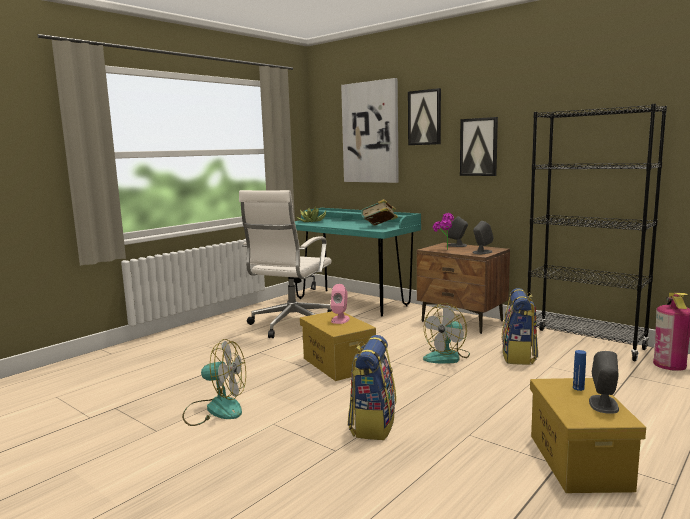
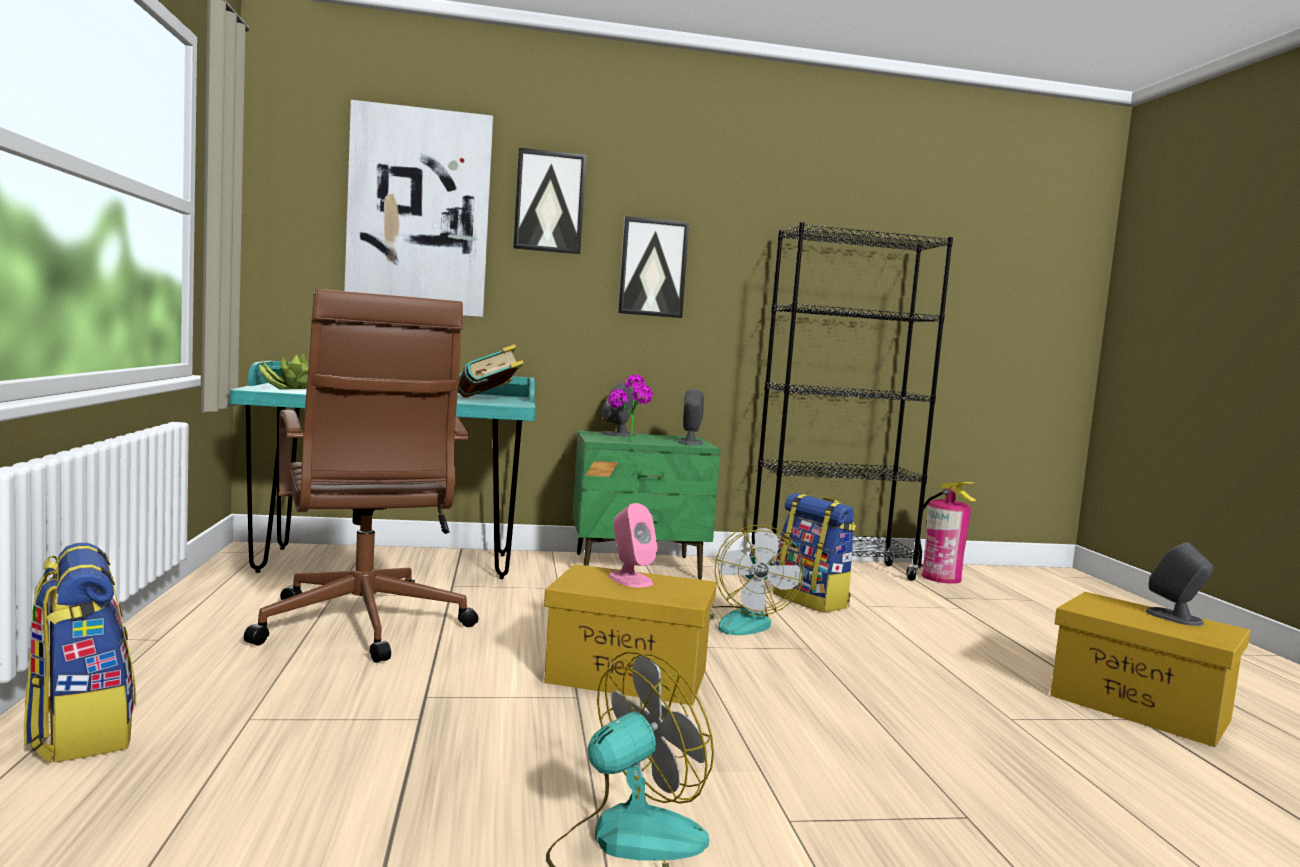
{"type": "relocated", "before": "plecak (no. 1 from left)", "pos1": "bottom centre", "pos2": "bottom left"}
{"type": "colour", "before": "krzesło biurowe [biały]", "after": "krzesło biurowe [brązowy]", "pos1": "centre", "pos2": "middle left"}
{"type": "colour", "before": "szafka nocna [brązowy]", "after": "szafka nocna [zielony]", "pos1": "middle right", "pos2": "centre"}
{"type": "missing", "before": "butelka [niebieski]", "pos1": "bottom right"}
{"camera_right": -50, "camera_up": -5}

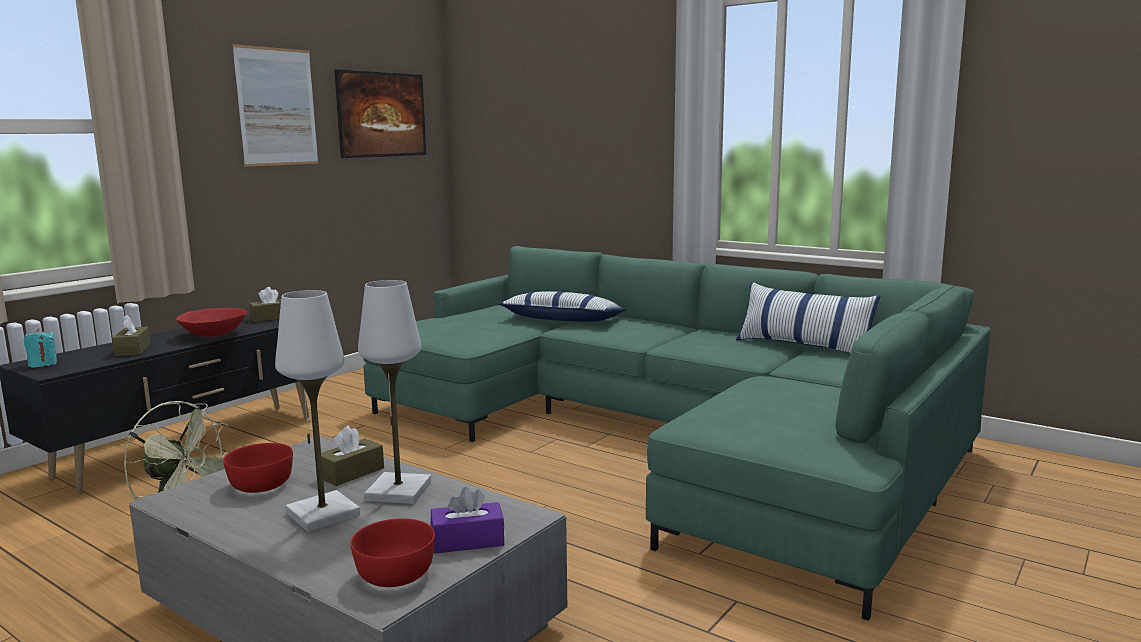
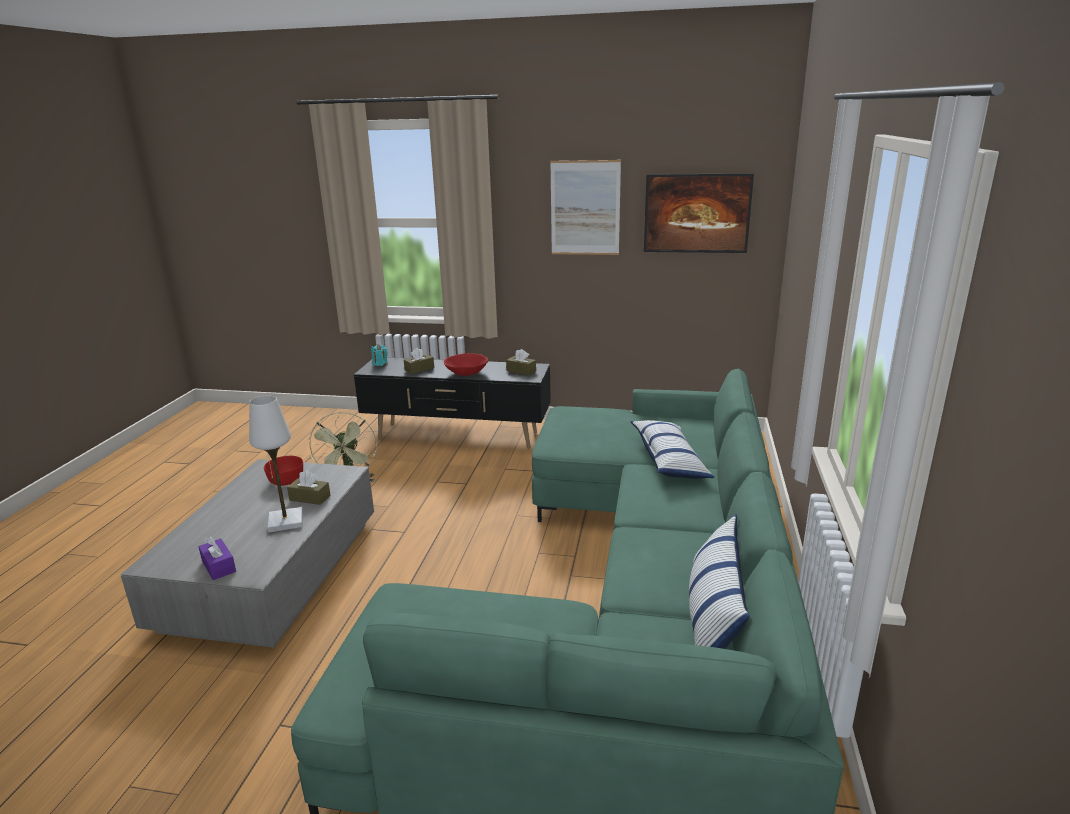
{"type": "missing", "before": "lampa stołowa [biały] (no. 1 from left)", "pos1": "middle left"}
{"type": "missing", "before": "miska [czerwony] (no. 3 from left)", "pos1": "bottom centre"}
{"camera_right": 65, "camera_up": 10}

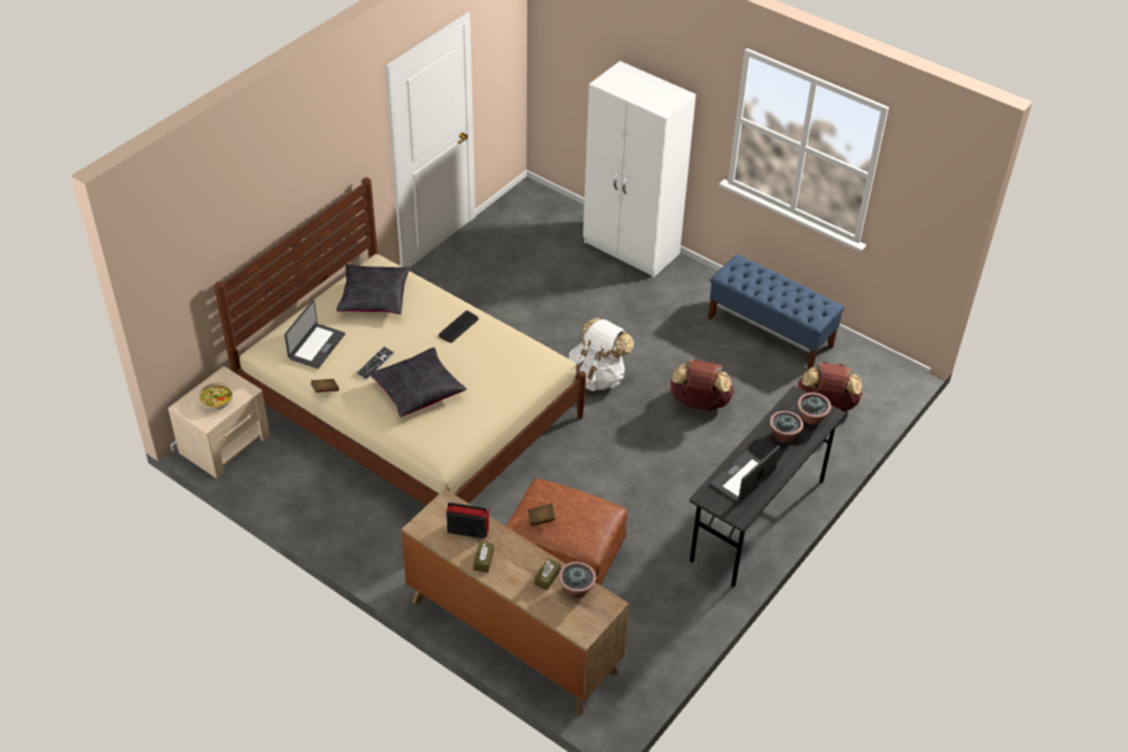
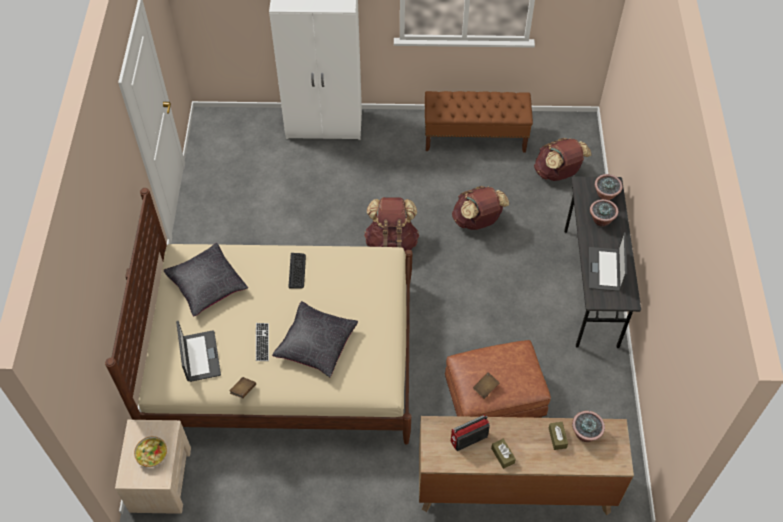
{"type": "colour", "before": "plecak [biały]", "after": "plecak [brązowy] (no. 1 from left)", "pos1": "centre", "pos2": "centre"}
{"type": "colour", "before": "ławka [niebieski]", "after": "ławka [brązowy]", "pos1": "middle right", "pos2": "top centre"}
{"camera_right": -35, "camera_up": 10}

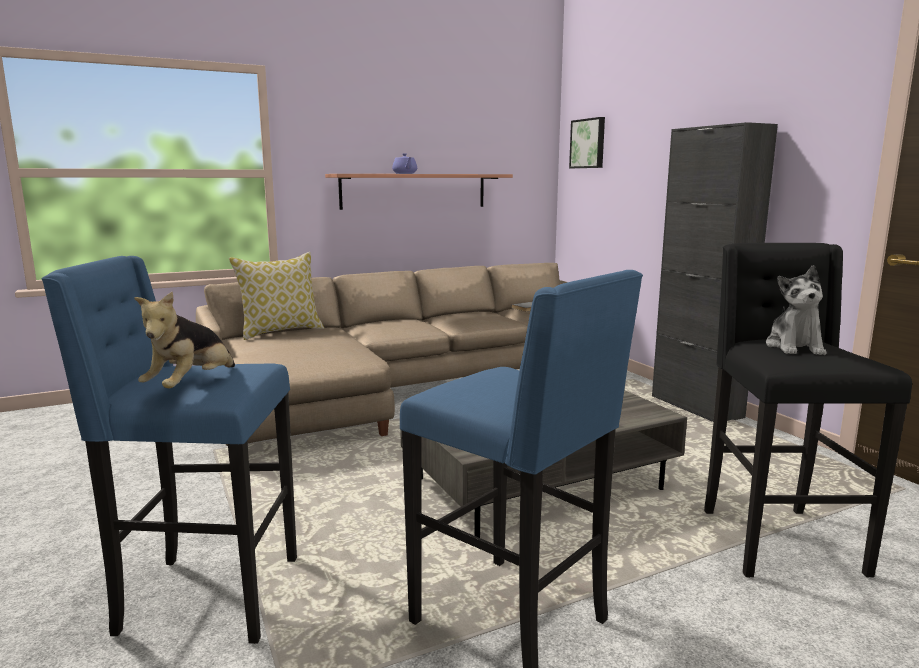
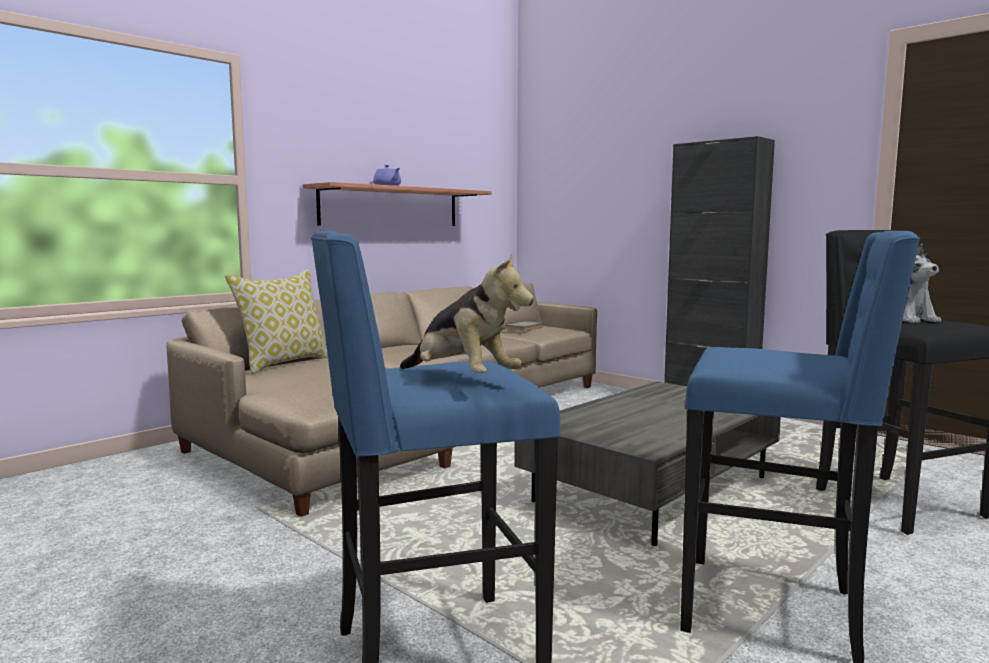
{"type": "spun", "before": "pluszak (no. 1 from left)", "pos1": "middle left", "pos2": "centre", "turn": -45}
{"type": "missing", "before": "obraz", "pos1": "top centre"}
{"camera_right": -20, "camera_up": -5}

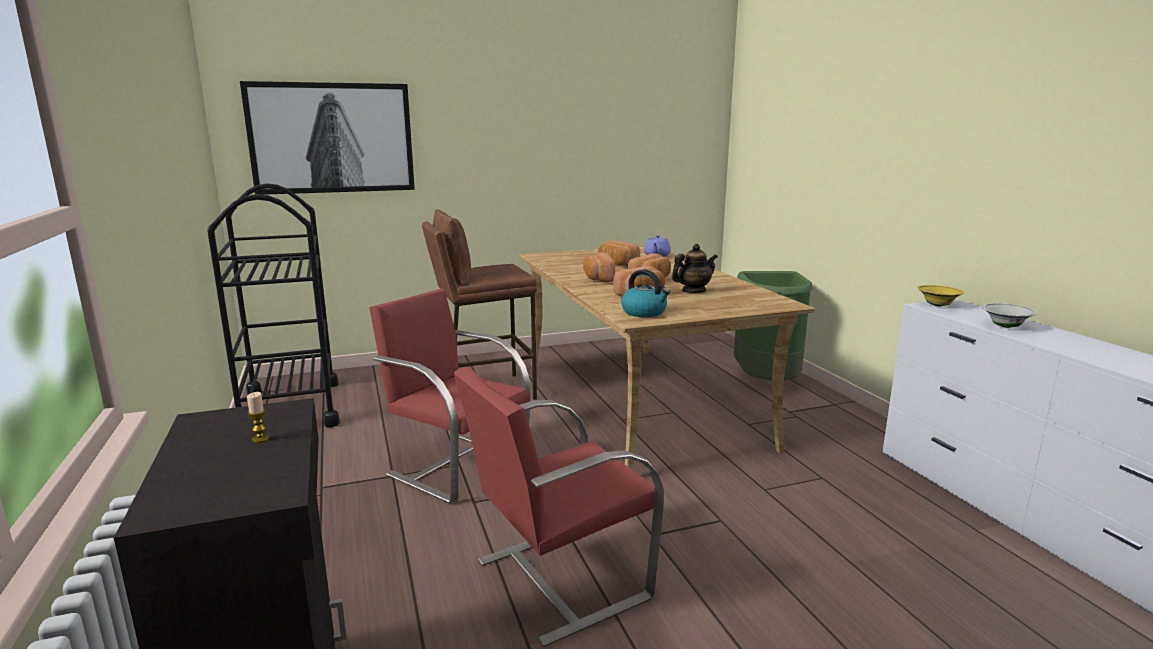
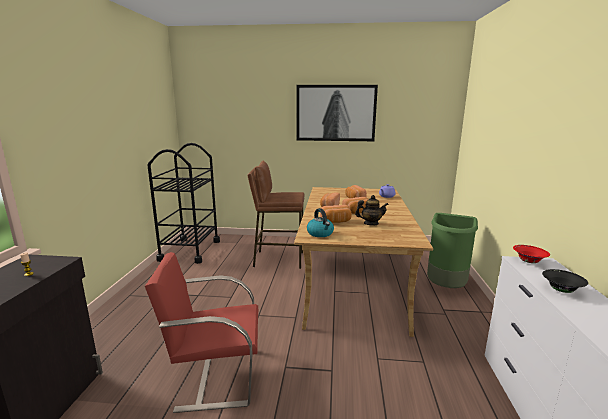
{"type": "relocated", "before": "obraz", "pos1": "top left", "pos2": "top centre"}
{"type": "colour", "before": "miska [żółty]", "after": "miska [czerwony]", "pos1": "middle right", "pos2": "middle right"}
{"type": "colour", "before": "miska [biały]", "after": "miska [czarny]", "pos1": "middle right", "pos2": "bottom right"}
{"type": "missing", "before": "krzesło [czerwony] (no. 1 from left)", "pos1": "centre"}
{"camera_right": 25, "camera_up": 0}

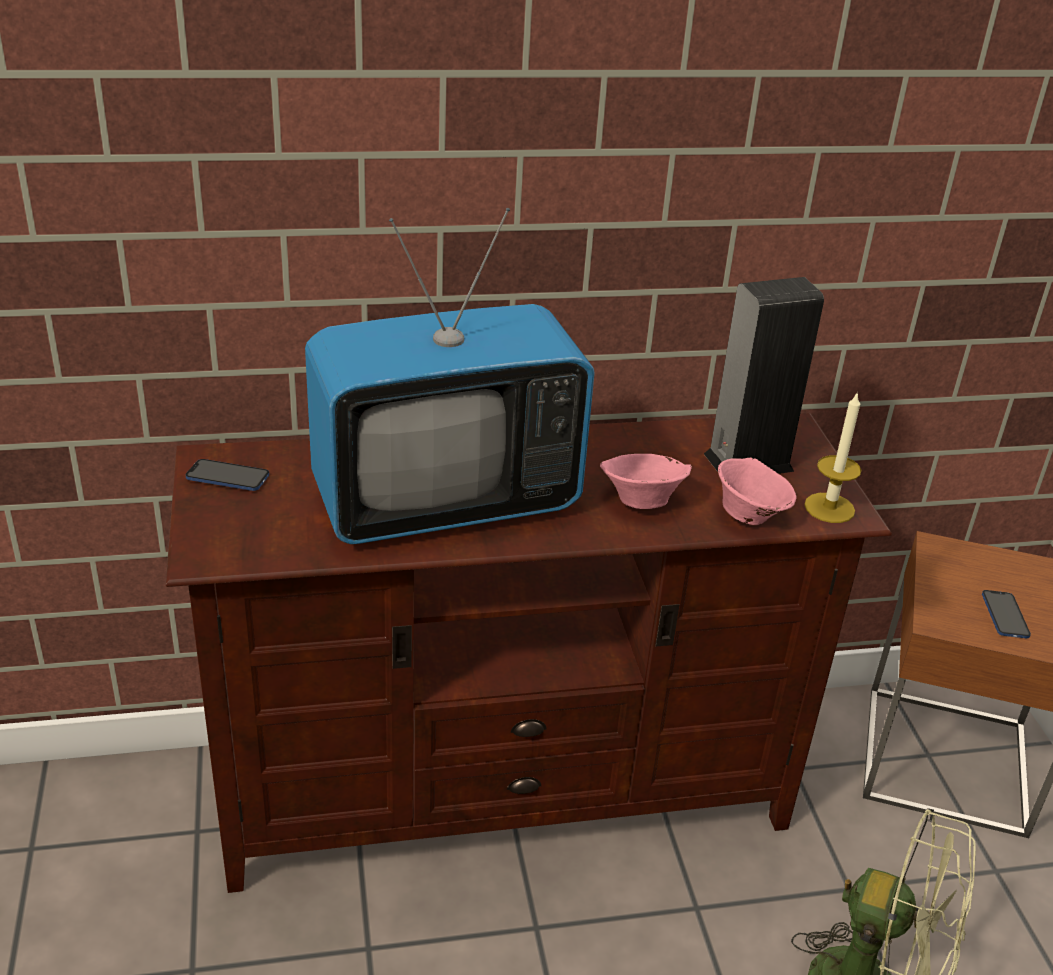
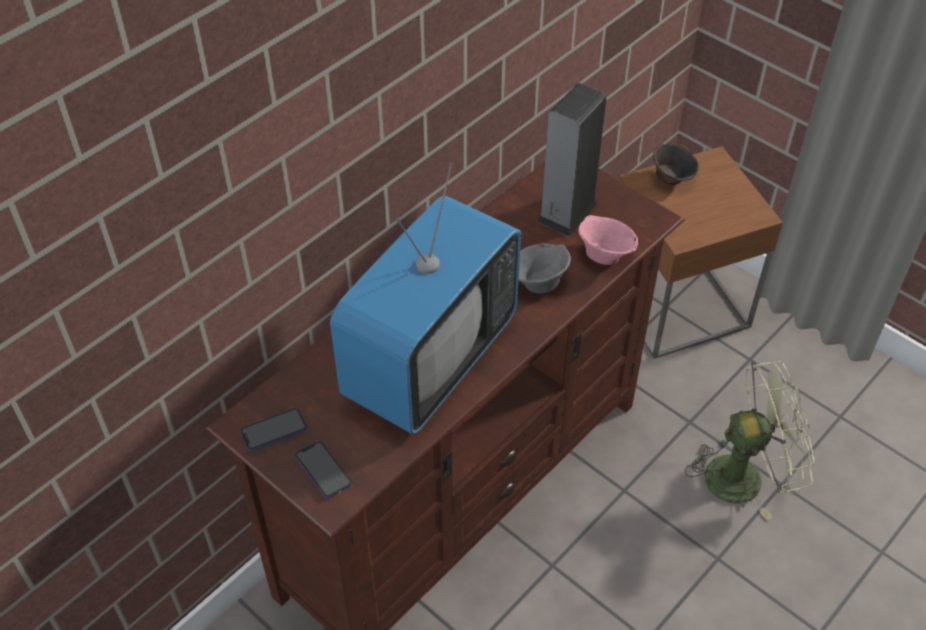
{"type": "relocated", "before": "telefon (no. 2 from left)", "pos1": "middle right", "pos2": "bottom centre"}
{"type": "colour", "before": "miska [różowy] (no. 1 from left)", "after": "miska [szary]", "pos1": "centre", "pos2": "centre"}
{"type": "appeared", "after": "miska [brązowy]", "pos2": "top right"}
{"type": "missing", "before": "świeca", "pos1": "middle right"}
{"camera_right": -35, "camera_up": 15}

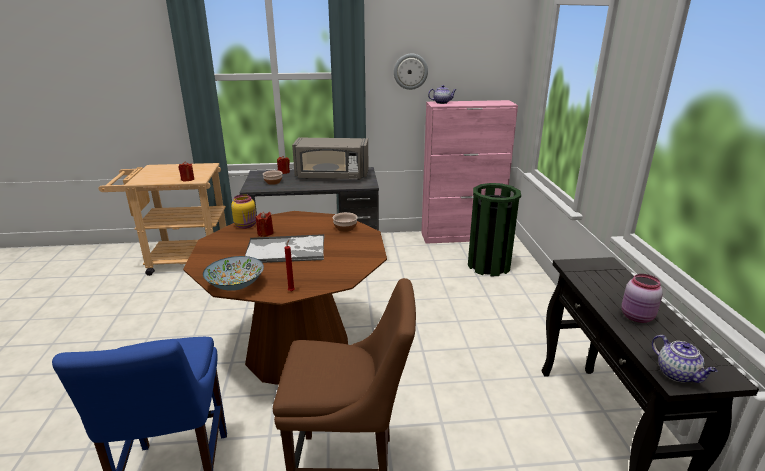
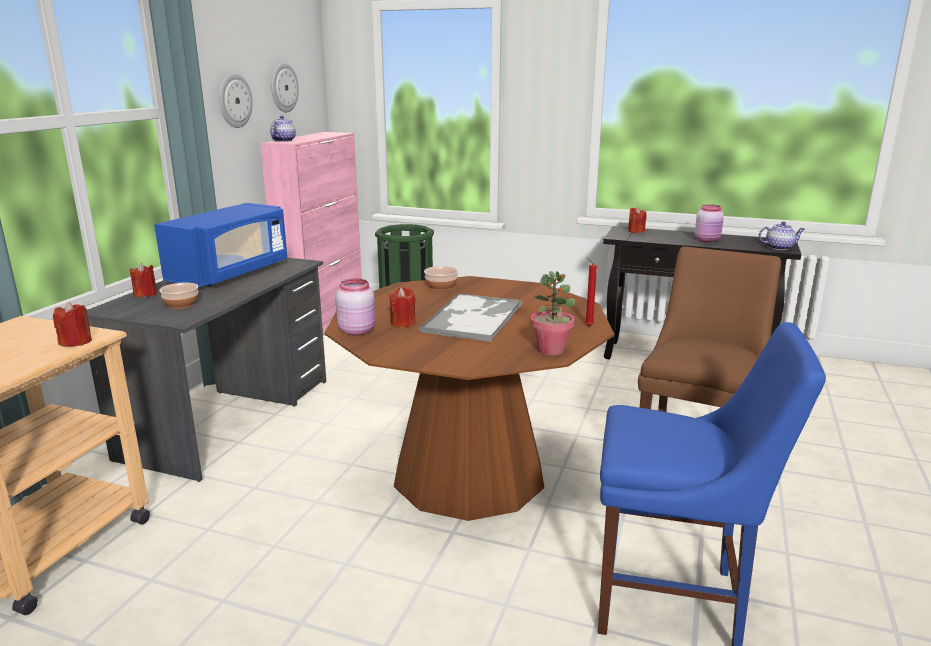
{"type": "colour", "before": "mikrofalówka [szary]", "after": "mikrofalówka [niebieski]", "pos1": "centre", "pos2": "middle left"}
{"type": "appeared", "after": "zegar ścienny (no. 2 from left)", "pos2": "top left"}
{"type": "colour", "before": "słoik [żółty]", "after": "słoik [różowy] (no. 1 from left)", "pos1": "middle left", "pos2": "centre"}
{"type": "exchanged", "before": "miska (no. 1 from left)", "after": "roślina doniczkowa", "pos1": "middle left", "pos2": "centre"}
{"type": "appeared", "after": "świeca [czerwony] (no. 5 from left)", "pos2": "middle right"}
{"camera_right": -65, "camera_up": -5}

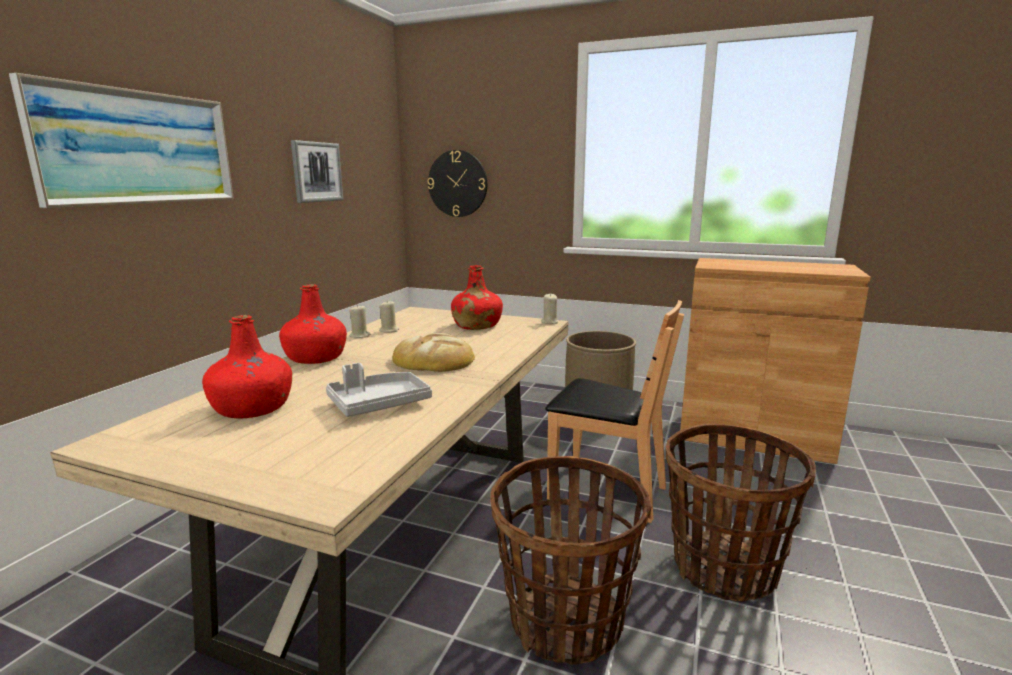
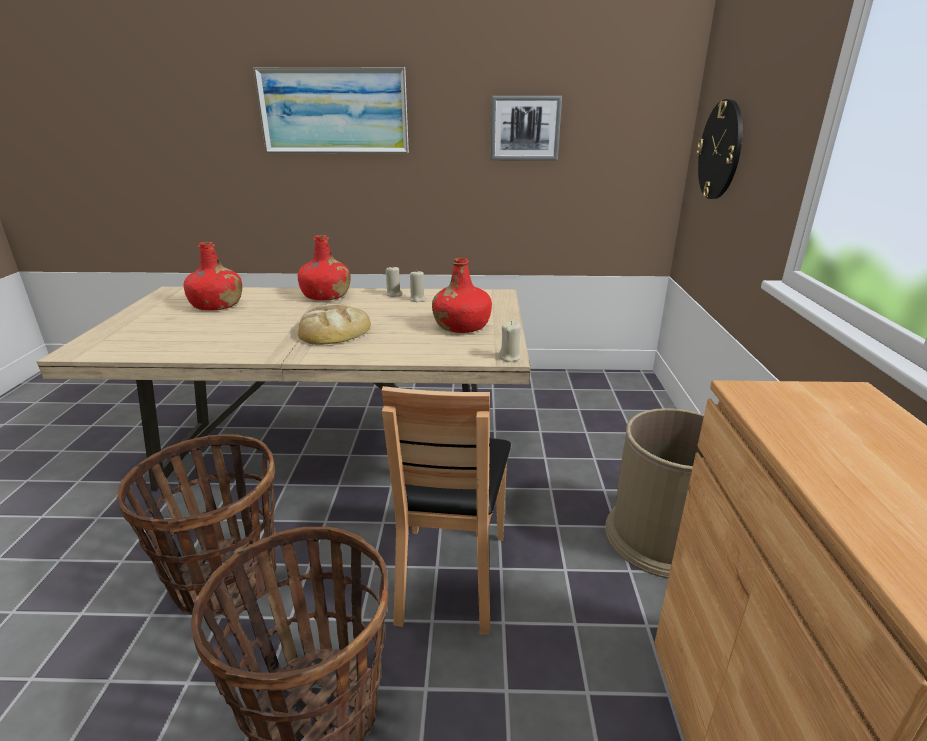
{"type": "missing", "before": "taca [szary]", "pos1": "centre"}
{"camera_right": 70, "camera_up": 10}

